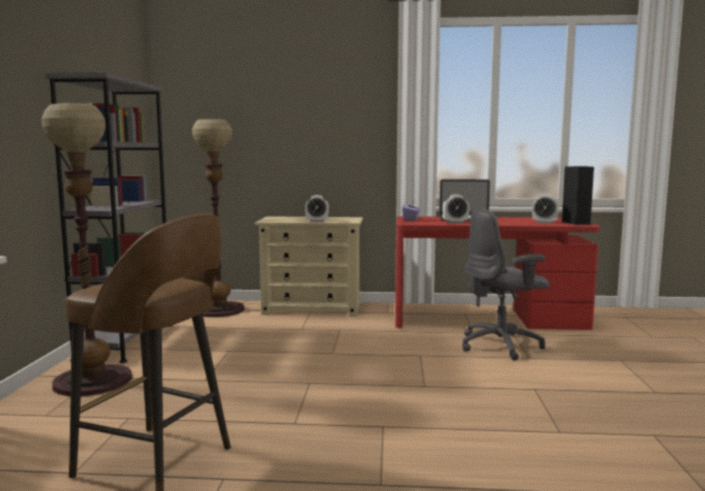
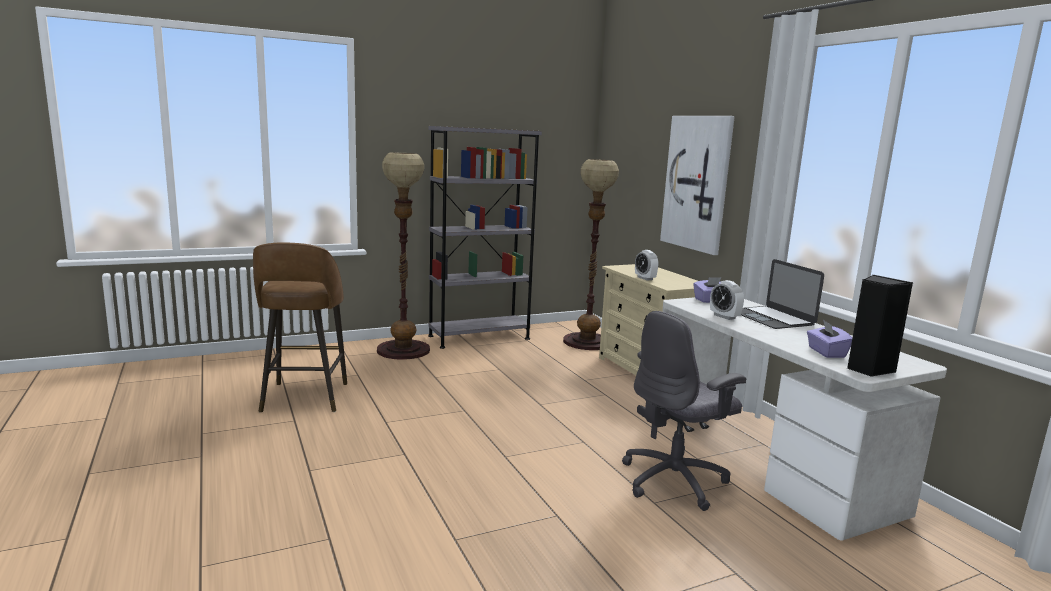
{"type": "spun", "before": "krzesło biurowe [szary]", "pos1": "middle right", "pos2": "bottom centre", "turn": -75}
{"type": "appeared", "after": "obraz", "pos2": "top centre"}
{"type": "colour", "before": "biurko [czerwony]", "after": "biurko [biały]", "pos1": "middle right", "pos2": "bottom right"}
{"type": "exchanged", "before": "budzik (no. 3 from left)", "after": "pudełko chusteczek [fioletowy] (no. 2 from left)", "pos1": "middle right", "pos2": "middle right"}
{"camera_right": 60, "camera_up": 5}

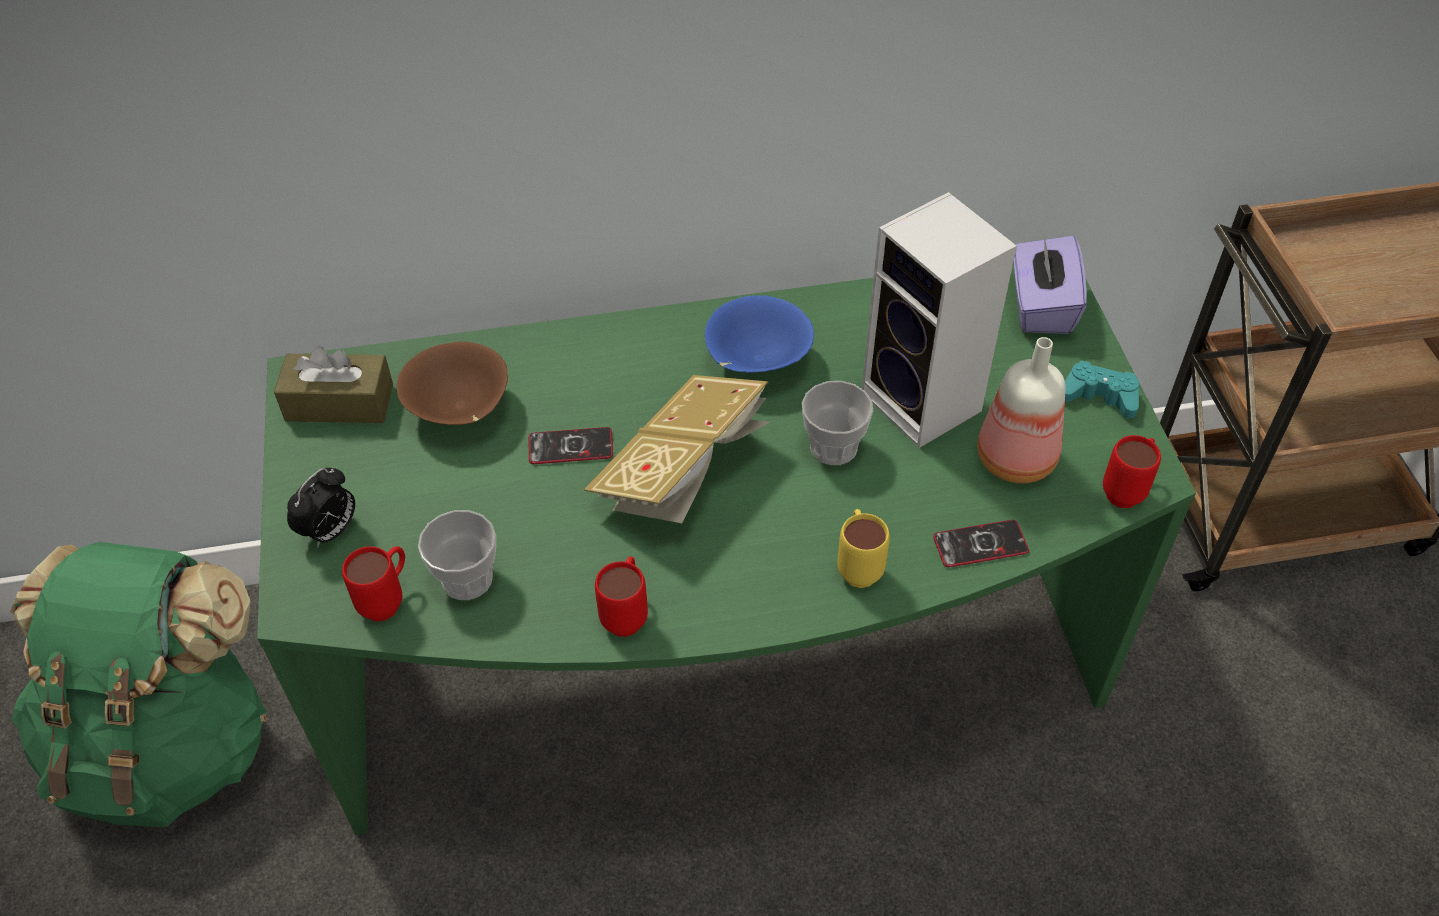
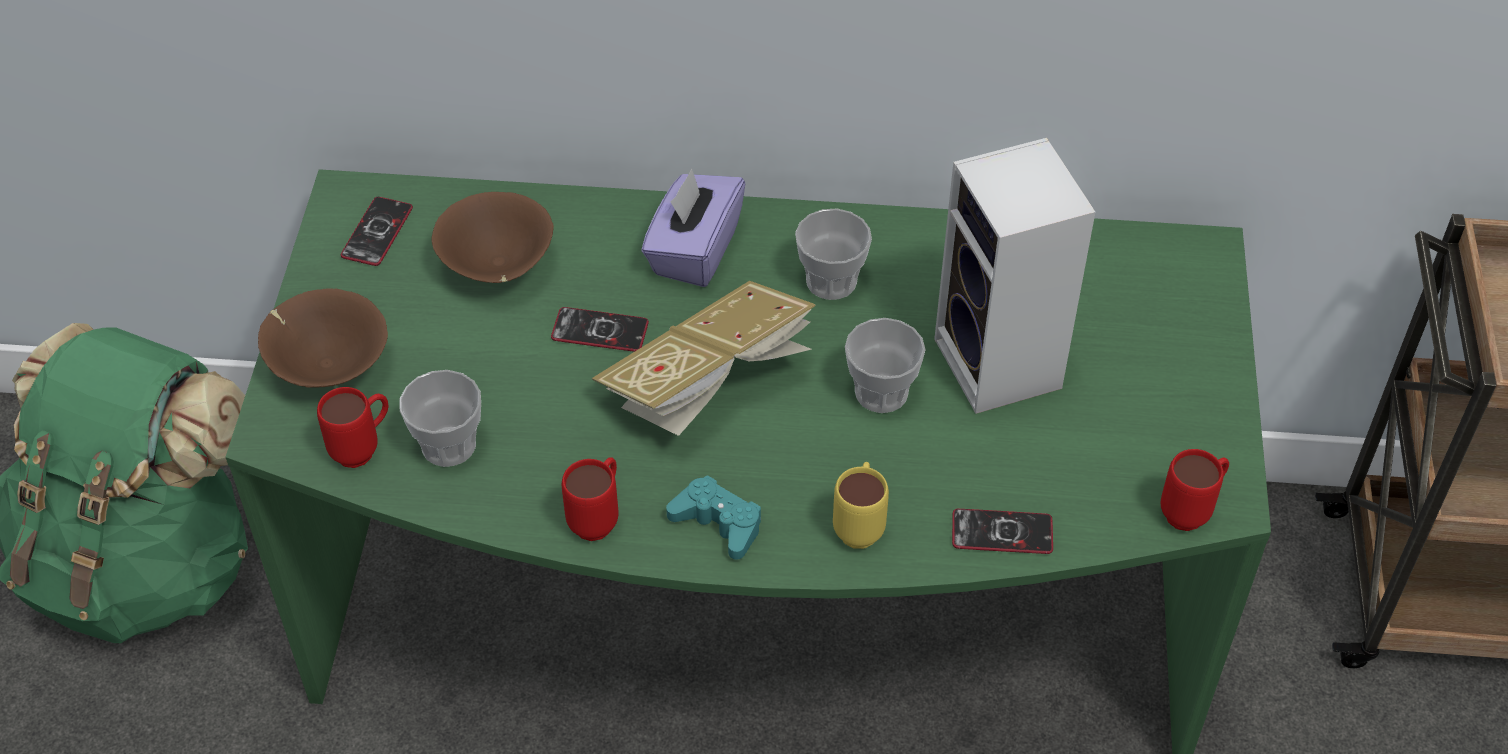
{"type": "exchanged", "before": "budzik", "after": "miska [brązowy] (no. 1 from left)", "pos1": "middle left", "pos2": "middle left"}
{"type": "exchanged", "before": "pudełko chusteczek [brązowy]", "after": "telefon (no. 1 from left)", "pos1": "middle left", "pos2": "top left"}
{"type": "relocated", "before": "pudełko chusteczek [fioletowy]", "pos1": "top right", "pos2": "top centre"}
{"type": "relocated", "before": "pad do gier [turkusowy]", "pos1": "middle right", "pos2": "bottom centre"}
{"type": "exchanged", "before": "miska [niebieski]", "after": "filiżanka (no. 2 from left)", "pos1": "centre", "pos2": "centre"}
{"type": "missing", "before": "butelka", "pos1": "middle right"}
{"camera_right": 15, "camera_up": 0}

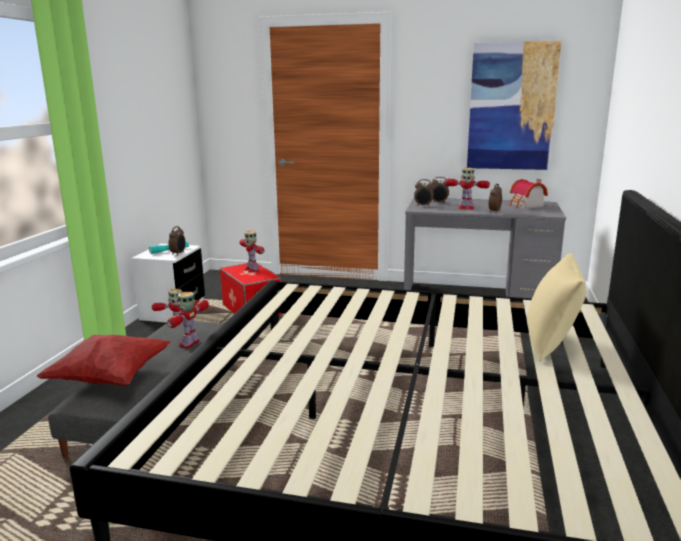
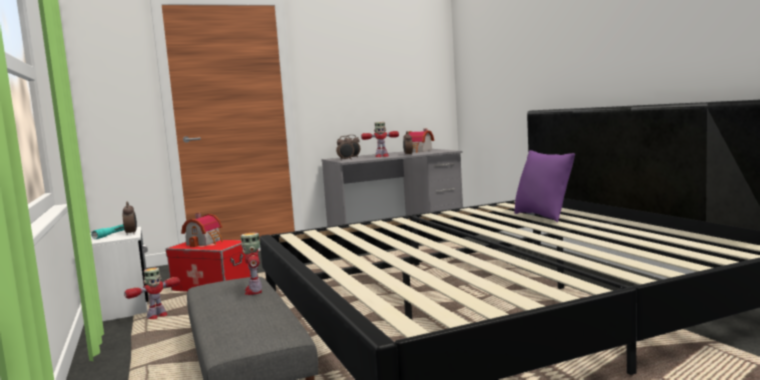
{"type": "exchanged", "before": "robot zabawkowy (no. 3 from left)", "after": "domek (no. 1 from left)", "pos1": "centre", "pos2": "middle left"}
{"type": "colour", "before": "poduszka [beżowy]", "after": "poduszka [fioletowy]", "pos1": "middle right", "pos2": "middle right"}
{"type": "missing", "before": "poduszka [czerwony]", "pos1": "middle left"}
{"type": "missing", "before": "obraz", "pos1": "top right"}
{"camera_right": -35, "camera_up": -10}

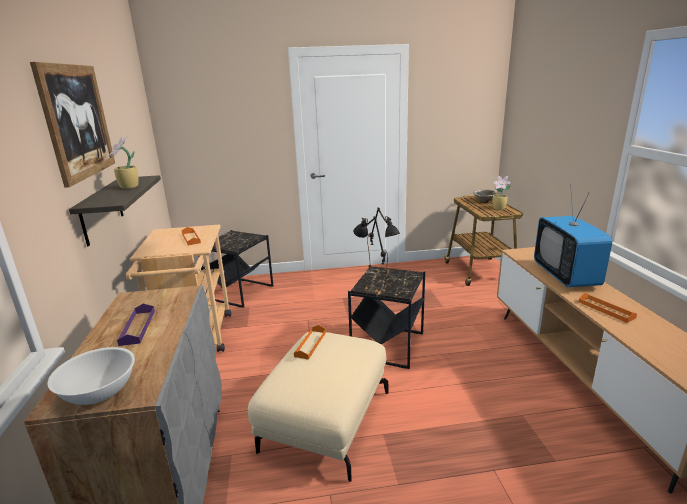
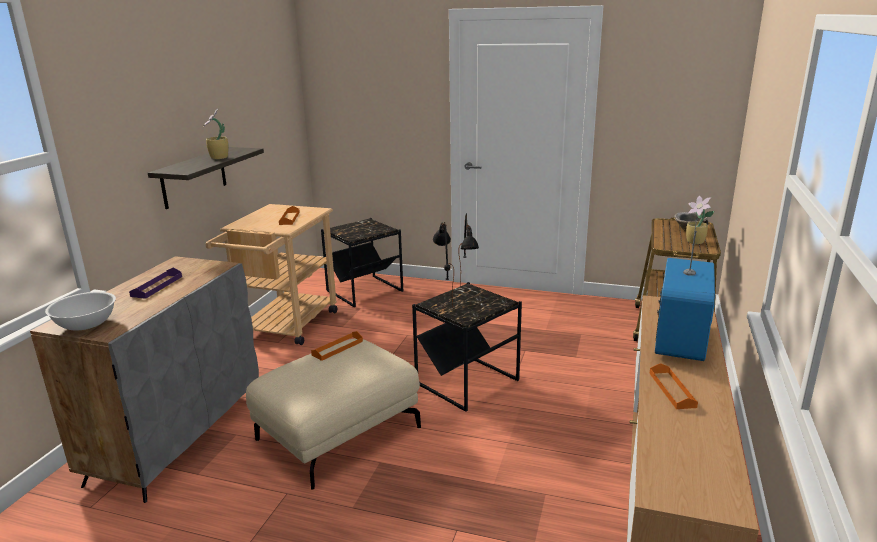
{"type": "missing", "before": "obraz", "pos1": "top left"}
{"camera_right": 25, "camera_up": 0}

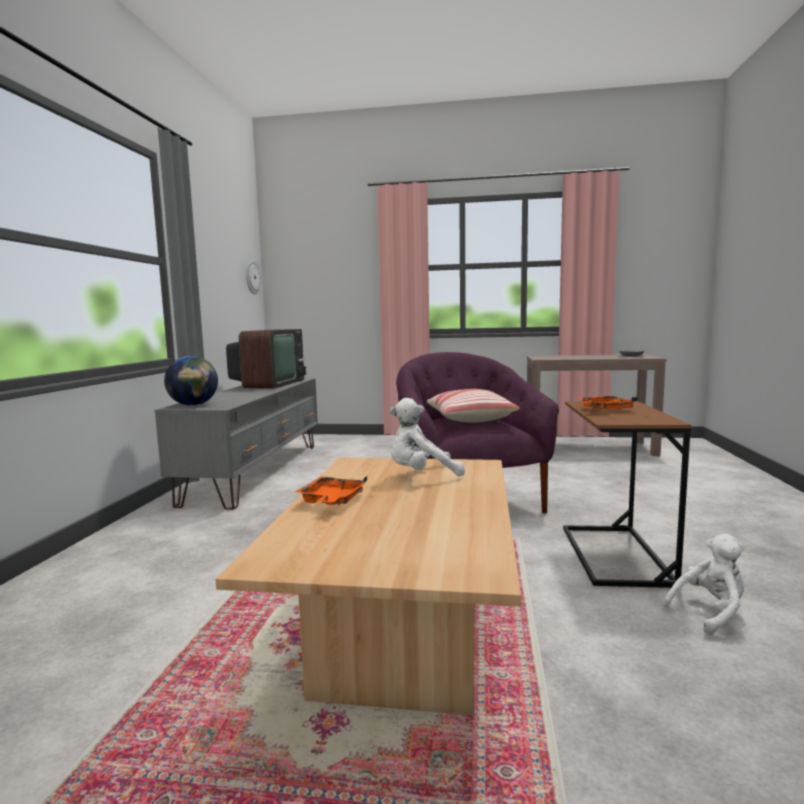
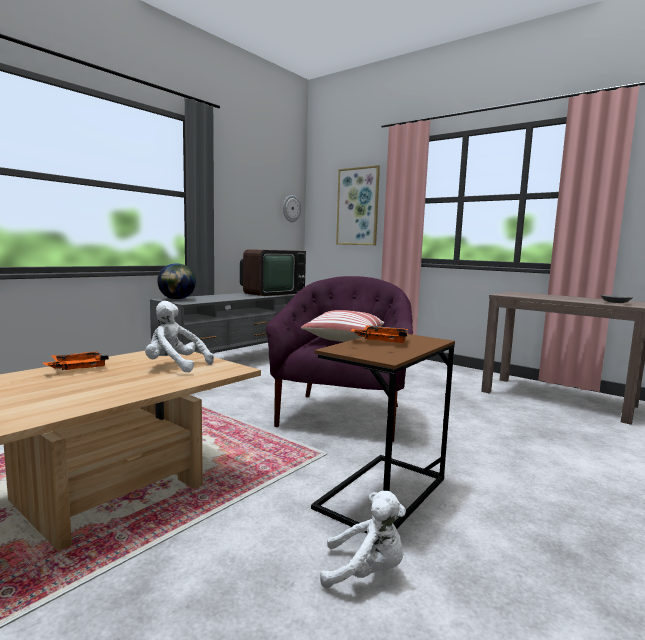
{"type": "appeared", "after": "obraz", "pos2": "top centre"}
{"camera_right": 30, "camera_up": 0}

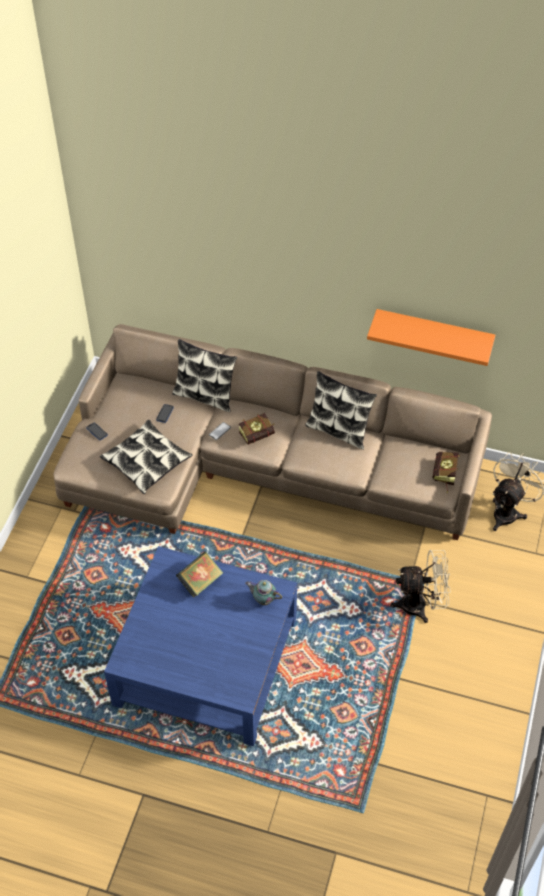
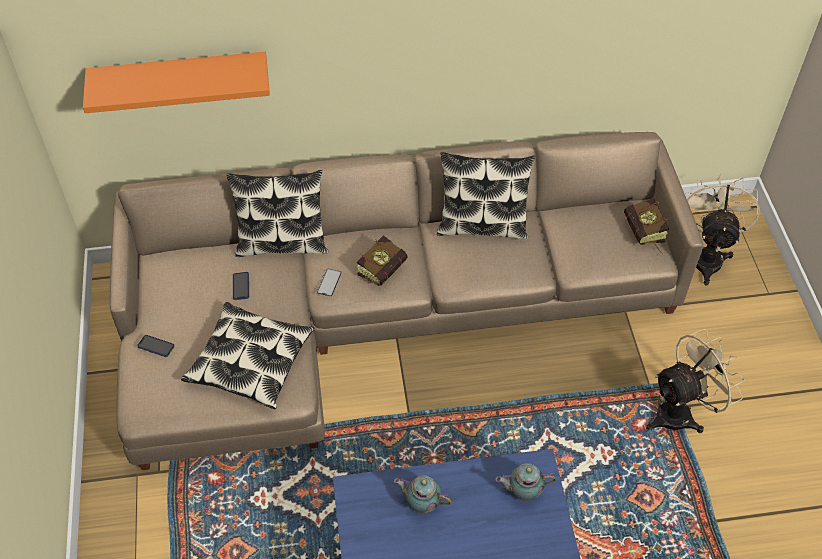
{"type": "relocated", "before": "półka [pomarańczowy]", "pos1": "middle right", "pos2": "top left"}
{"type": "exchanged", "before": "książka (no. 1 from left)", "after": "imbryk (no. 1 from left)", "pos1": "centre", "pos2": "bottom centre"}
{"camera_right": -25, "camera_up": 0}

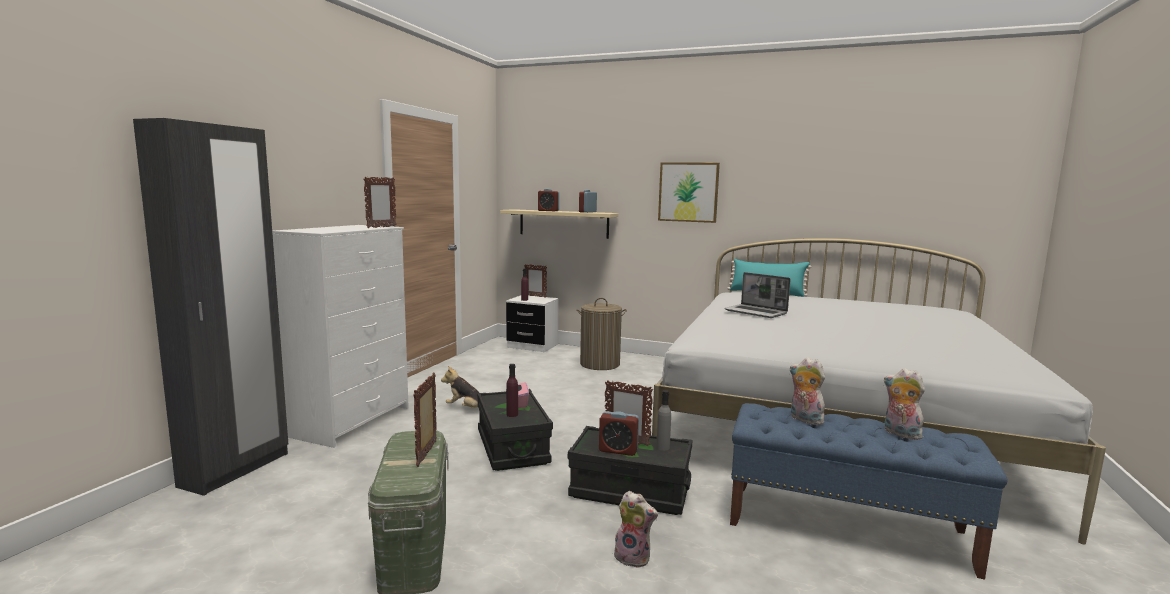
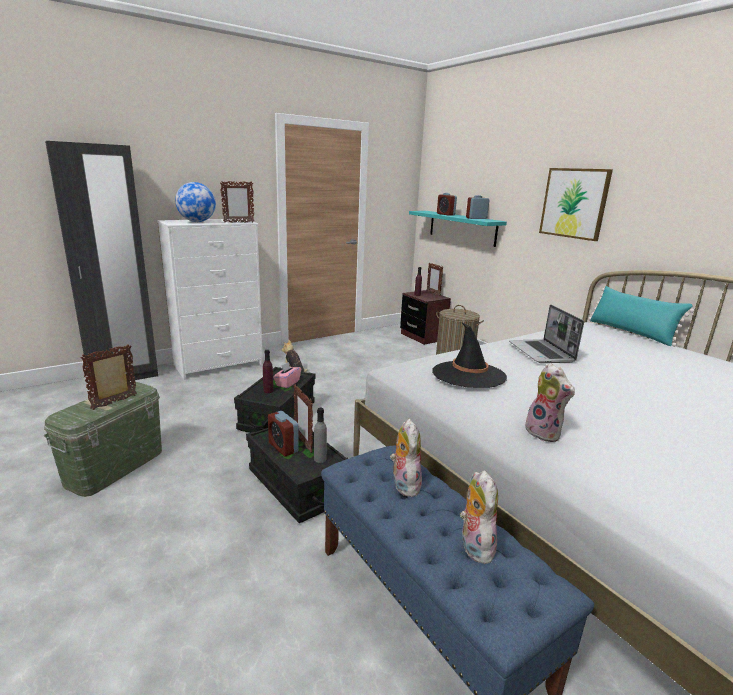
{"type": "appeared", "after": "globus", "pos2": "top left"}
{"type": "colour", "before": "szafka nocna [biały]", "after": "szafka nocna [brązowy]", "pos1": "centre", "pos2": "centre"}
{"type": "colour", "before": "półka [beżowy]", "after": "półka [turkusowy]", "pos1": "centre", "pos2": "top centre"}
{"type": "appeared", "after": "kapelusz [czarny]", "pos2": "centre"}
{"type": "relocated", "before": "pluszak (no. 2 from left in the first image)", "after": "pluszak (no. 4 from left)", "pos1": "bottom centre", "pos2": "middle right"}
{"camera_right": 35, "camera_up": 10}

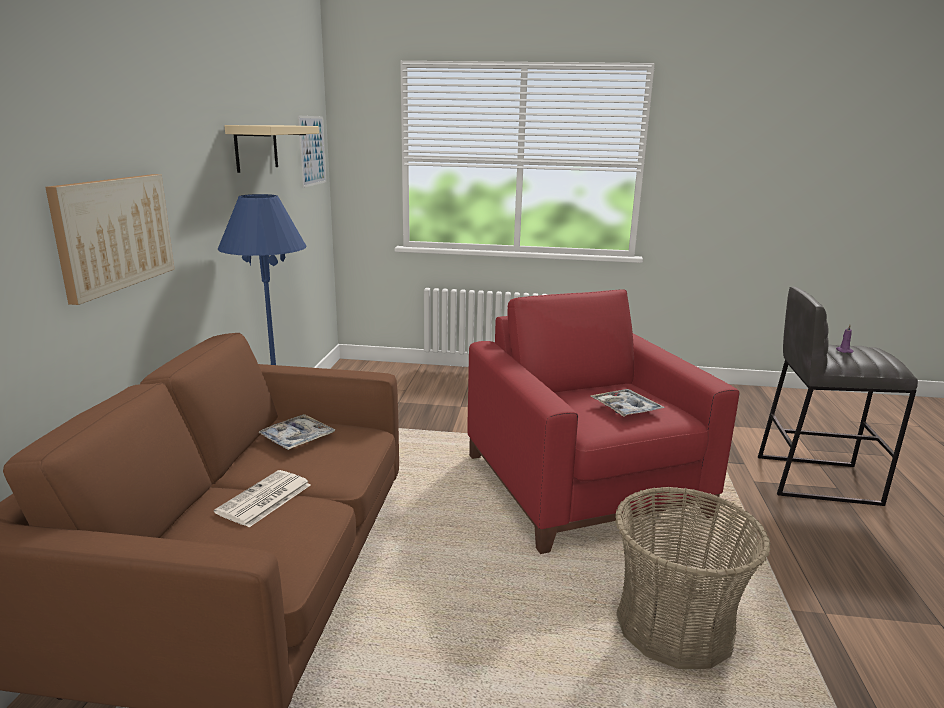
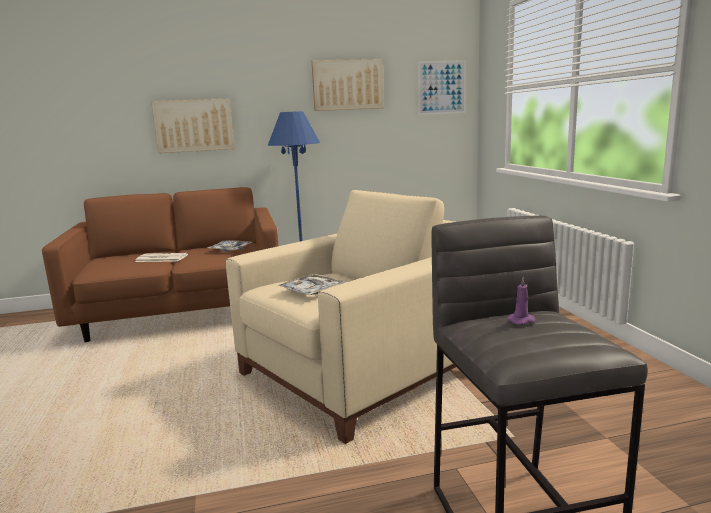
{"type": "colour", "before": "fotel [czerwony]", "after": "fotel [beżowy]", "pos1": "centre", "pos2": "centre"}
{"type": "exchanged", "before": "półka [beżowy]", "after": "obraz (no. 2 from left)", "pos1": "top left", "pos2": "top centre"}
{"type": "missing", "before": "koszyk", "pos1": "bottom right"}
{"camera_right": 70, "camera_up": -5}

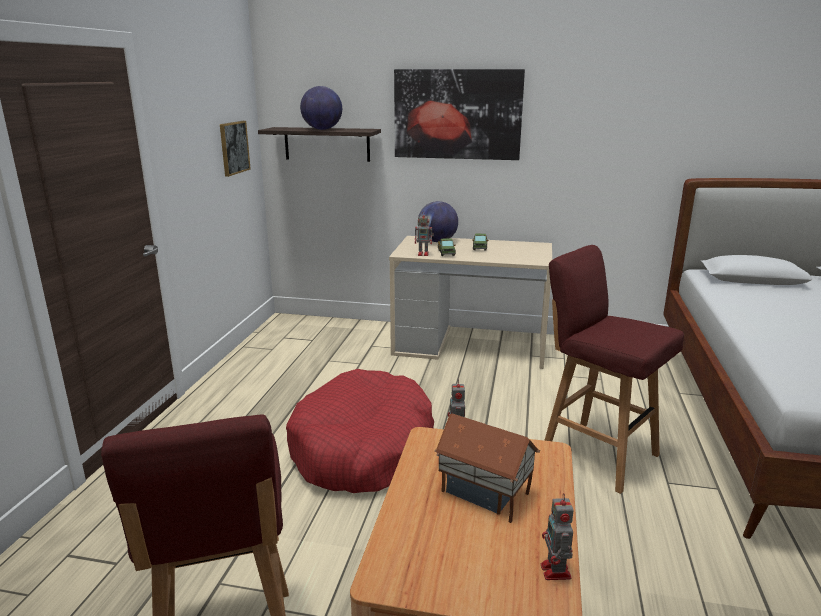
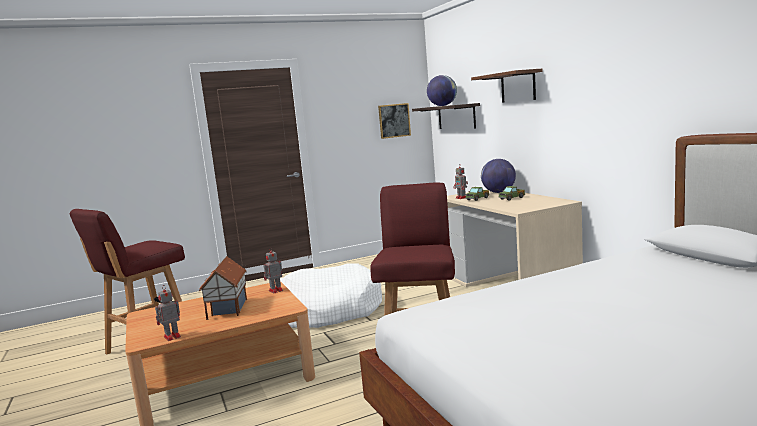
{"type": "colour", "before": "legowisko [czerwony]", "after": "legowisko [biały]", "pos1": "bottom centre", "pos2": "bottom centre"}
{"type": "exchanged", "before": "obraz (no. 2 from left)", "after": "półka (no. 2 from left)", "pos1": "top centre", "pos2": "top right"}
{"camera_right": 55, "camera_up": -10}

